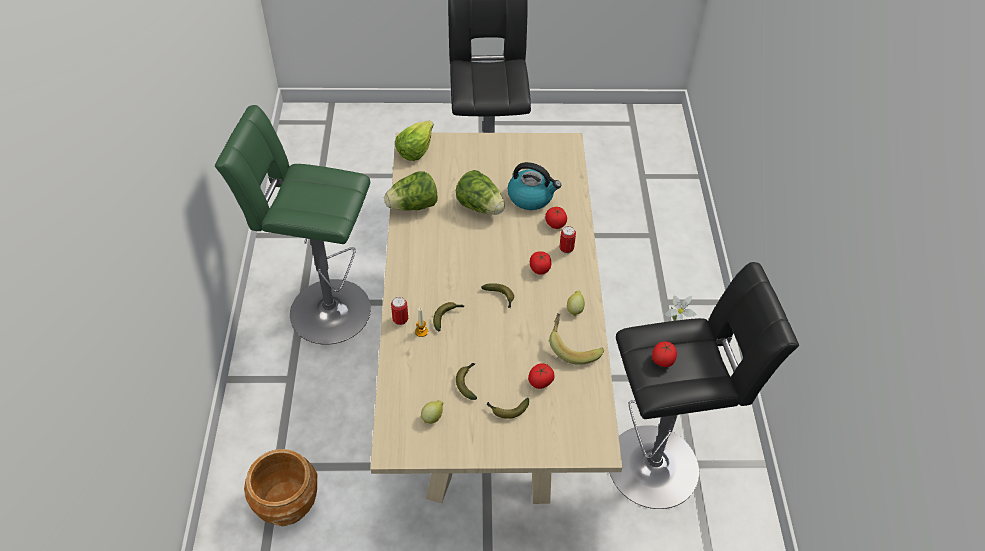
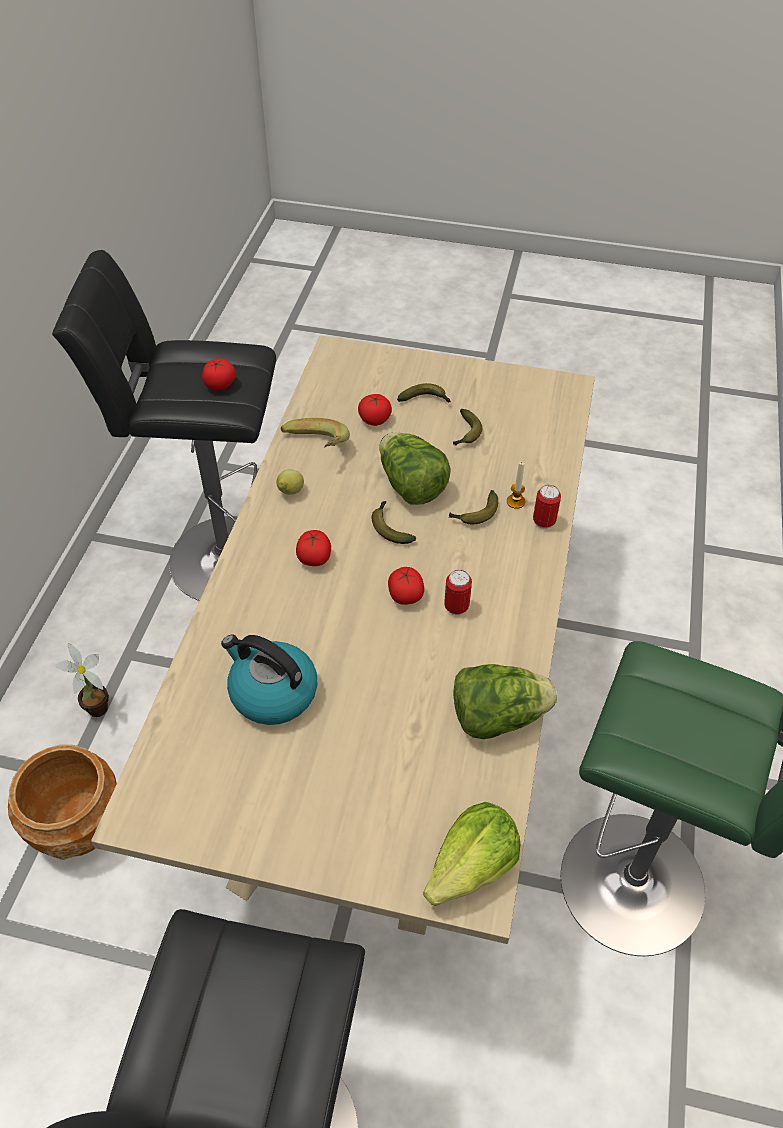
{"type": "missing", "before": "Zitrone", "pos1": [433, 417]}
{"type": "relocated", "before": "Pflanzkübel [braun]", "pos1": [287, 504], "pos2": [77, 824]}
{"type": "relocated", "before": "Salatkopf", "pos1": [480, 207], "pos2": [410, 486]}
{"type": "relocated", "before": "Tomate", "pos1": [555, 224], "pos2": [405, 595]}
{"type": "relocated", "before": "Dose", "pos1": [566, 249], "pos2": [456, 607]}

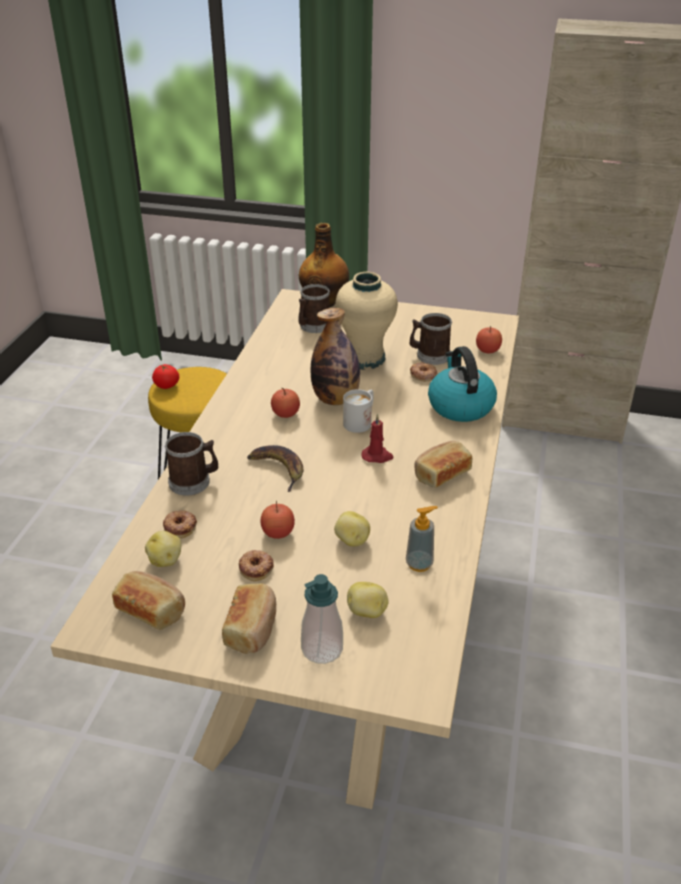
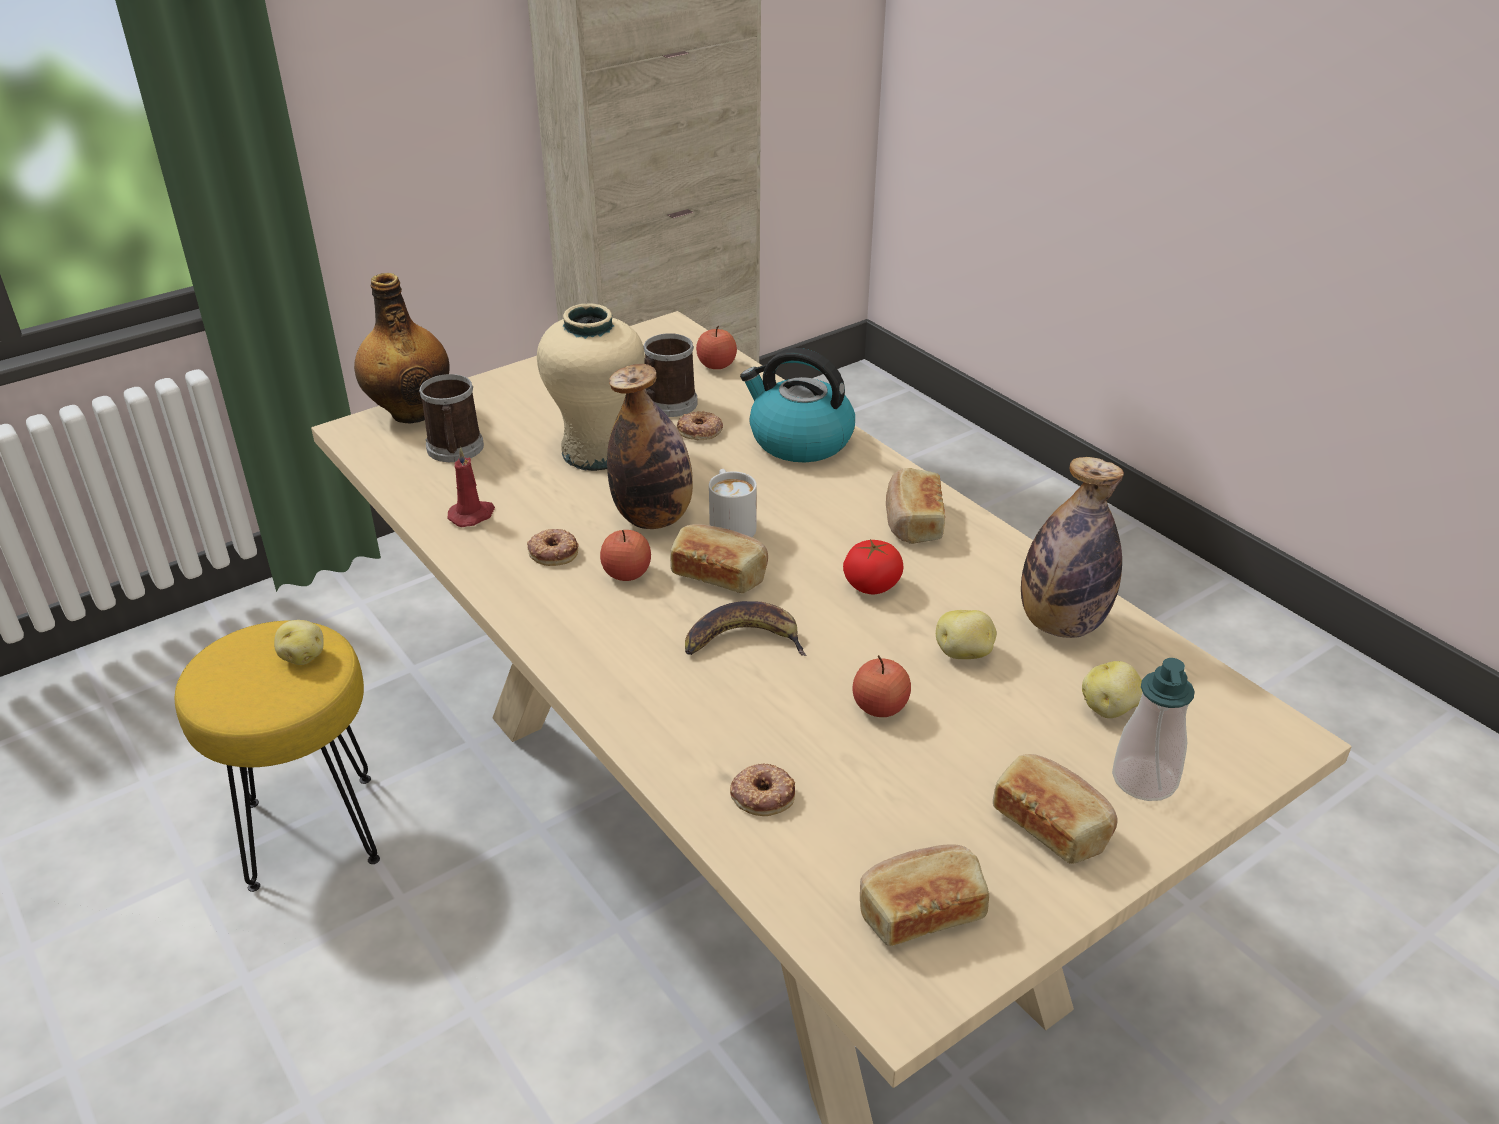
{"type": "missing", "before": "Henkelbecher", "pos1": [194, 481]}
{"type": "appeared", "after": "Brot", "pos2": [719, 574]}
{"type": "relocated", "before": "Kartoffel", "pos1": [166, 560], "pos2": [303, 656]}
{"type": "relocated", "before": "Tomate", "pos1": [167, 385], "pos2": [872, 586]}
{"type": "relocated", "before": "Donut", "pos1": [256, 568], "pos2": [553, 551]}
{"type": "relocated", "before": "Kerze [rot]", "pos1": [377, 456], "pos2": [472, 515]}
{"type": "exchanged", "before": "Seifenspender", "after": "Flasche", "pos1": [419, 563], "pos2": [1061, 624]}

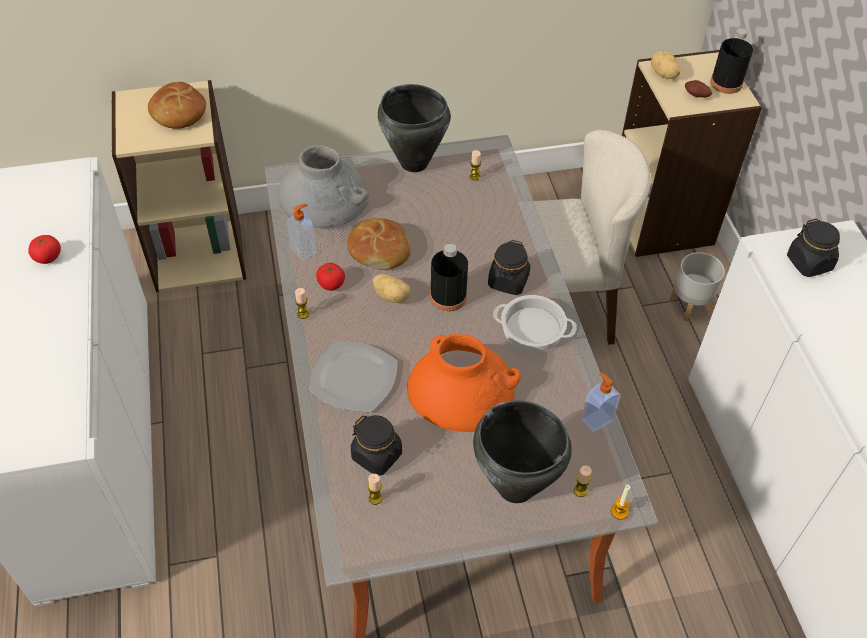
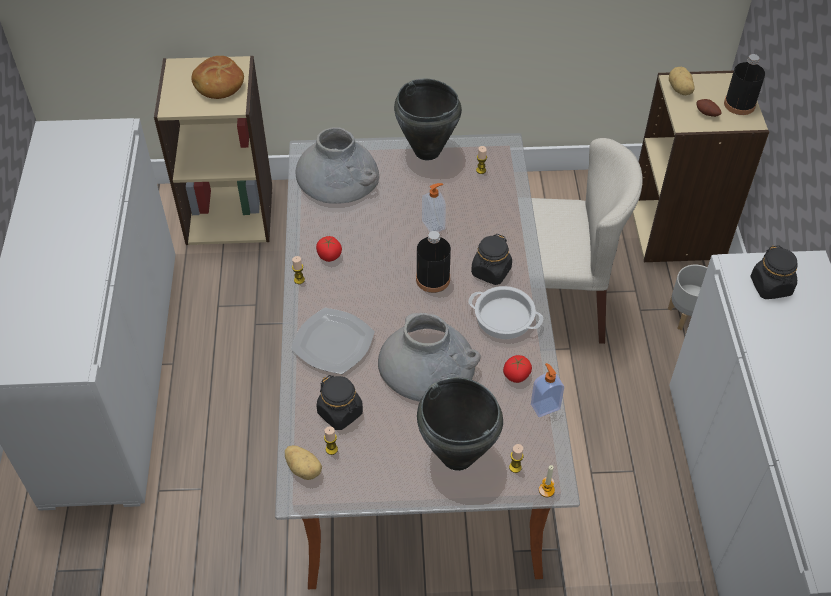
{"type": "missing", "before": "Brot", "pos1": [379, 250]}
{"type": "relocated", "before": "Tomate", "pos1": [48, 257], "pos2": [516, 375]}
{"type": "relocated", "before": "Seifenspender", "pos1": [304, 250], "pos2": [434, 225]}
{"type": "relocated", "before": "Kartoffel", "pos1": [392, 296], "pos2": [304, 468]}
{"type": "colour", "before": "Vase [orange]", "after": "Vase [grau]", "pos1": [461, 389], "pos2": [426, 364]}

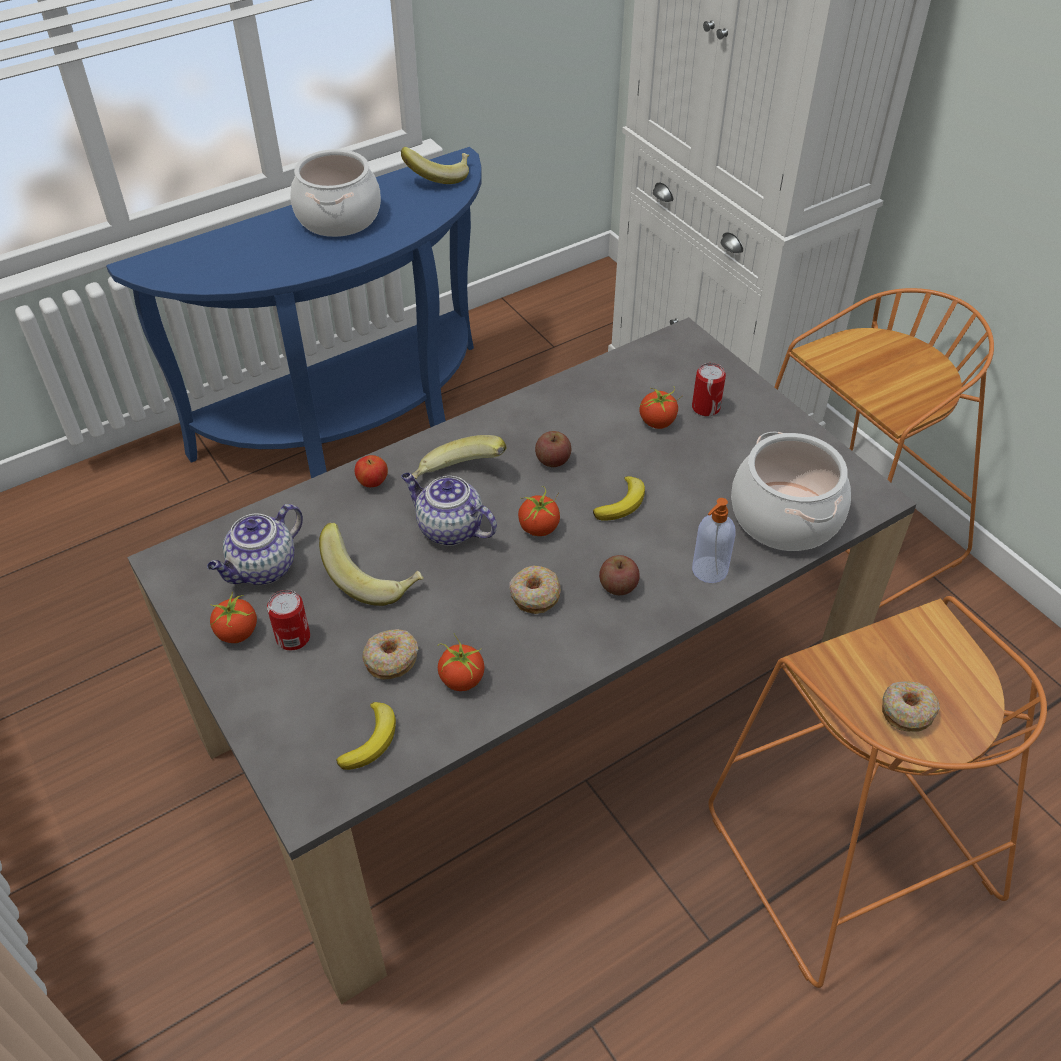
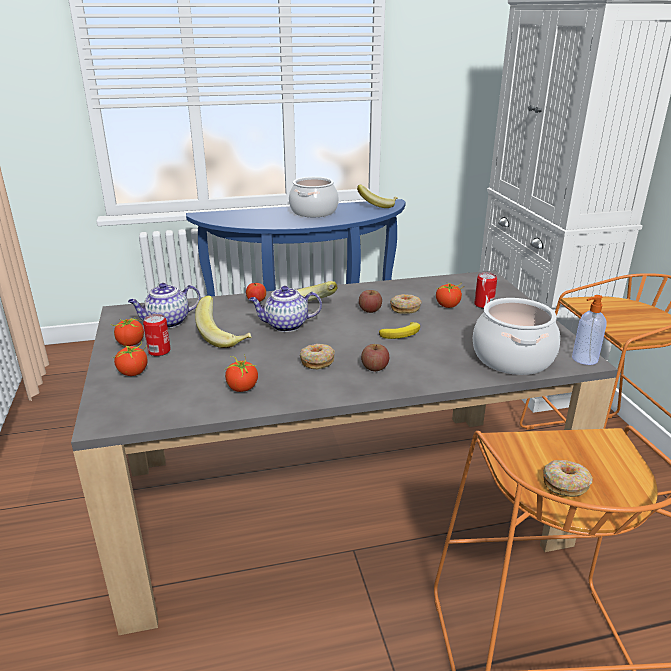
{"type": "missing", "before": "Banane", "pos1": [371, 740]}
{"type": "relocated", "before": "Donut", "pos1": [391, 659], "pos2": [405, 308]}
{"type": "relocated", "before": "Tomate", "pos1": [539, 528], "pos2": [133, 372]}
{"type": "relocated", "before": "Seifenspender", "pos1": [708, 571], "pos2": [584, 359]}
{"type": "spun", "before": "Teekanne", "pos1": [448, 529], "pos2": [285, 325], "turn": -60}

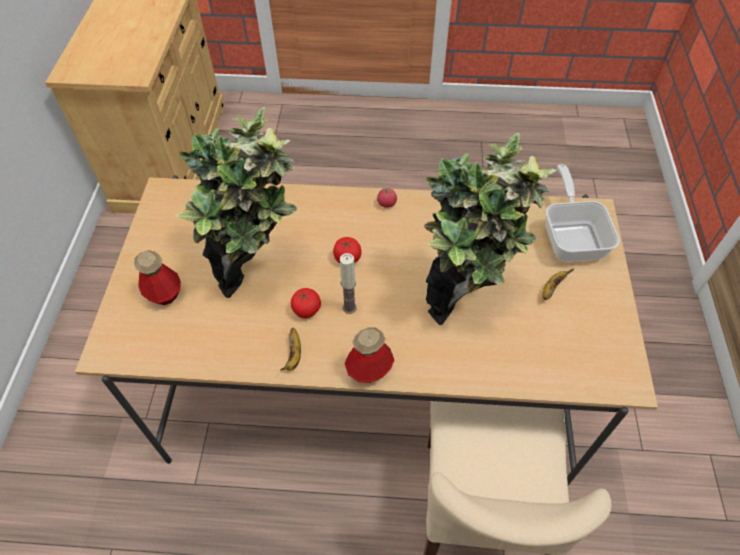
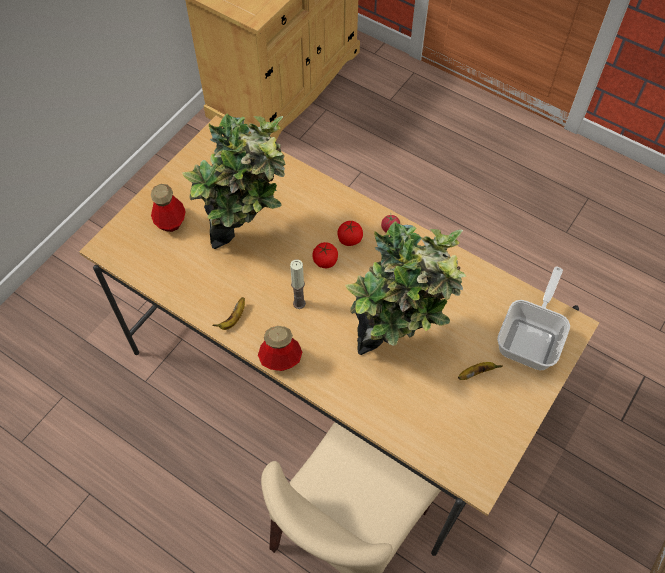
{"type": "relocated", "before": "Tomate", "pos1": [306, 310], "pos2": [349, 239]}

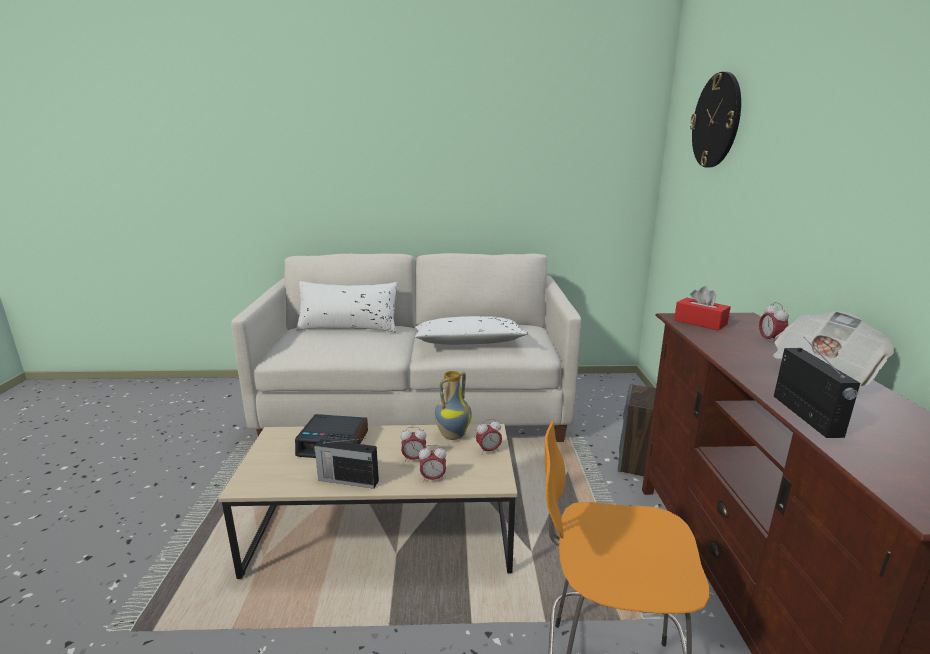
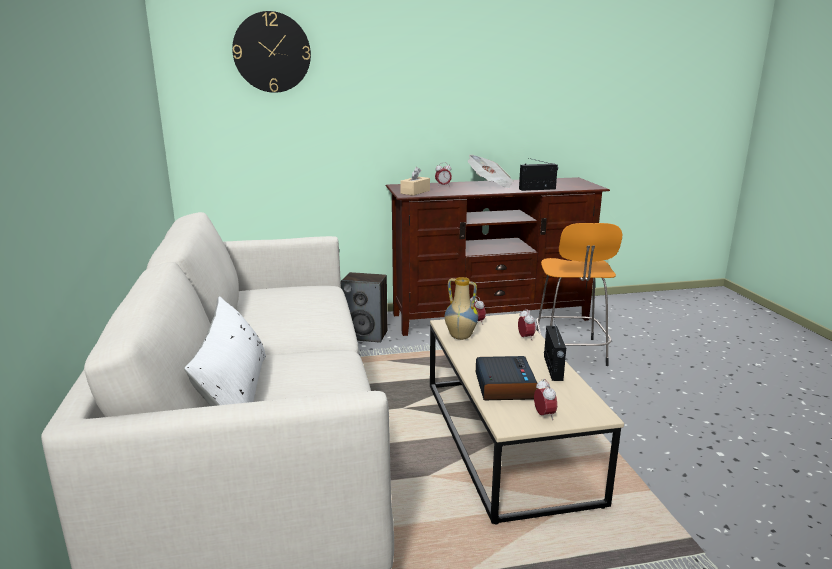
{"type": "missing", "before": "Kissen [weiß]", "pos1": [469, 342]}
{"type": "relocated", "before": "Wecker", "pos1": [414, 459], "pos2": [544, 415]}
{"type": "colour", "before": "Taschentuchbox [rot]", "after": "Taschentuchbox [beige]", "pos1": [700, 322], "pos2": [415, 192]}

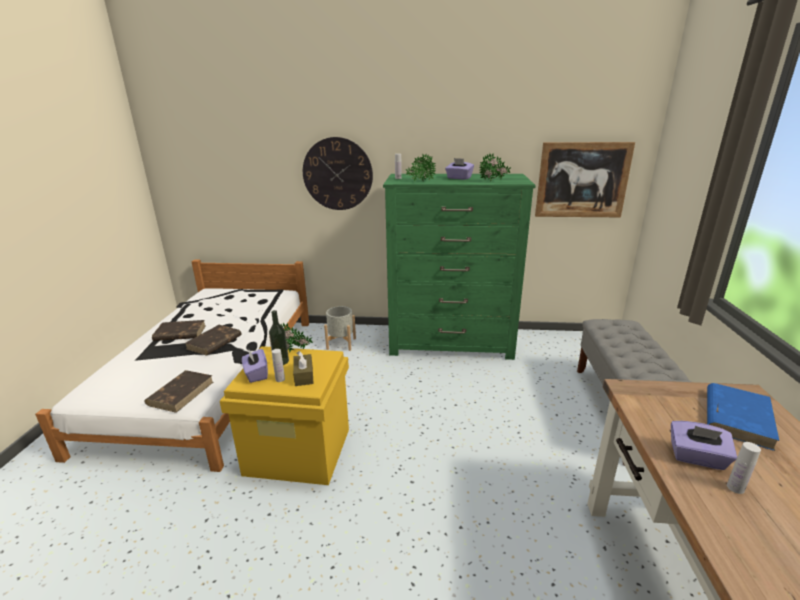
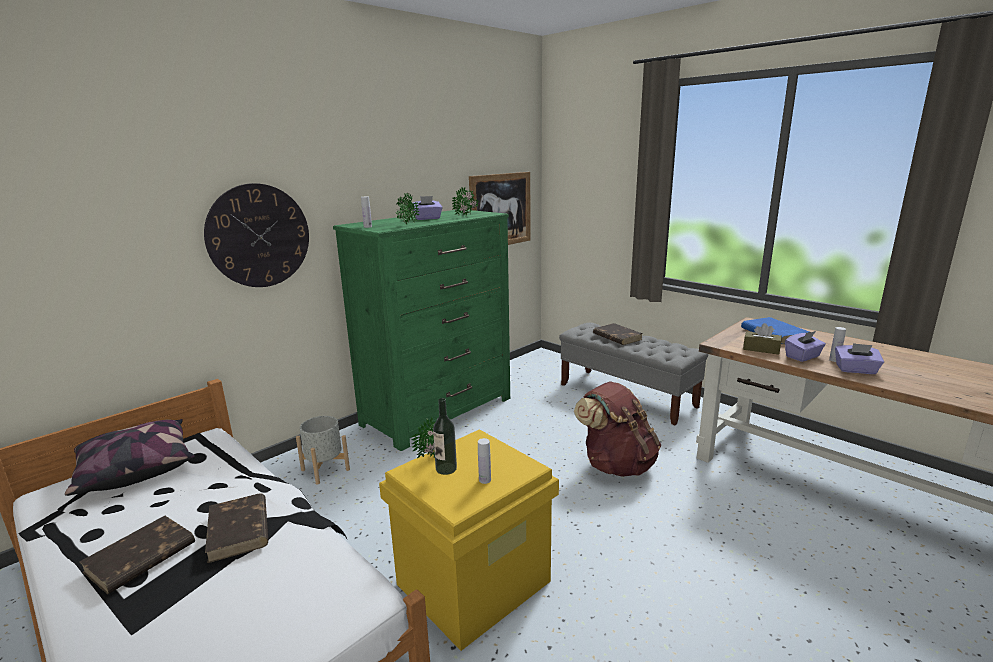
{"type": "appeared", "after": "Kissen", "pos2": [135, 469]}
{"type": "appeared", "after": "Rucksack [braun]", "pos2": [616, 464]}
{"type": "relocated", "before": "Buch [braun]", "pos1": [181, 393], "pos2": [617, 336]}
{"type": "relocated", "before": "Taschentuchbox [lila]", "pos1": [256, 374], "pos2": [856, 370]}
{"type": "relocated", "before": "Taschentuchbox [braun]", "pos1": [304, 375], "pos2": [761, 349]}

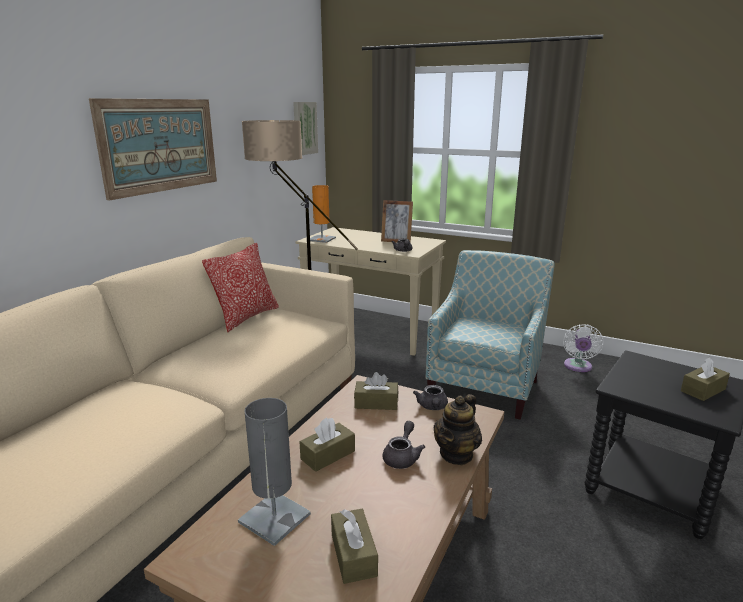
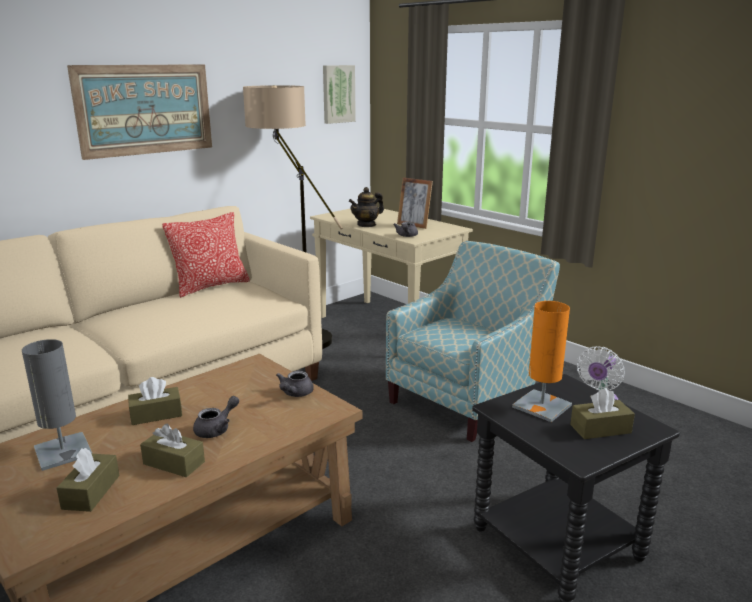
{"type": "relocated", "before": "Tischlampe [orange]", "pos1": [322, 239], "pos2": [542, 406]}
{"type": "relocated", "before": "Taschentuchbox [braun]", "pos1": [376, 403], "pos2": [174, 463]}
{"type": "relocated", "before": "Teekanne", "pos1": [456, 454], "pos2": [366, 225]}

